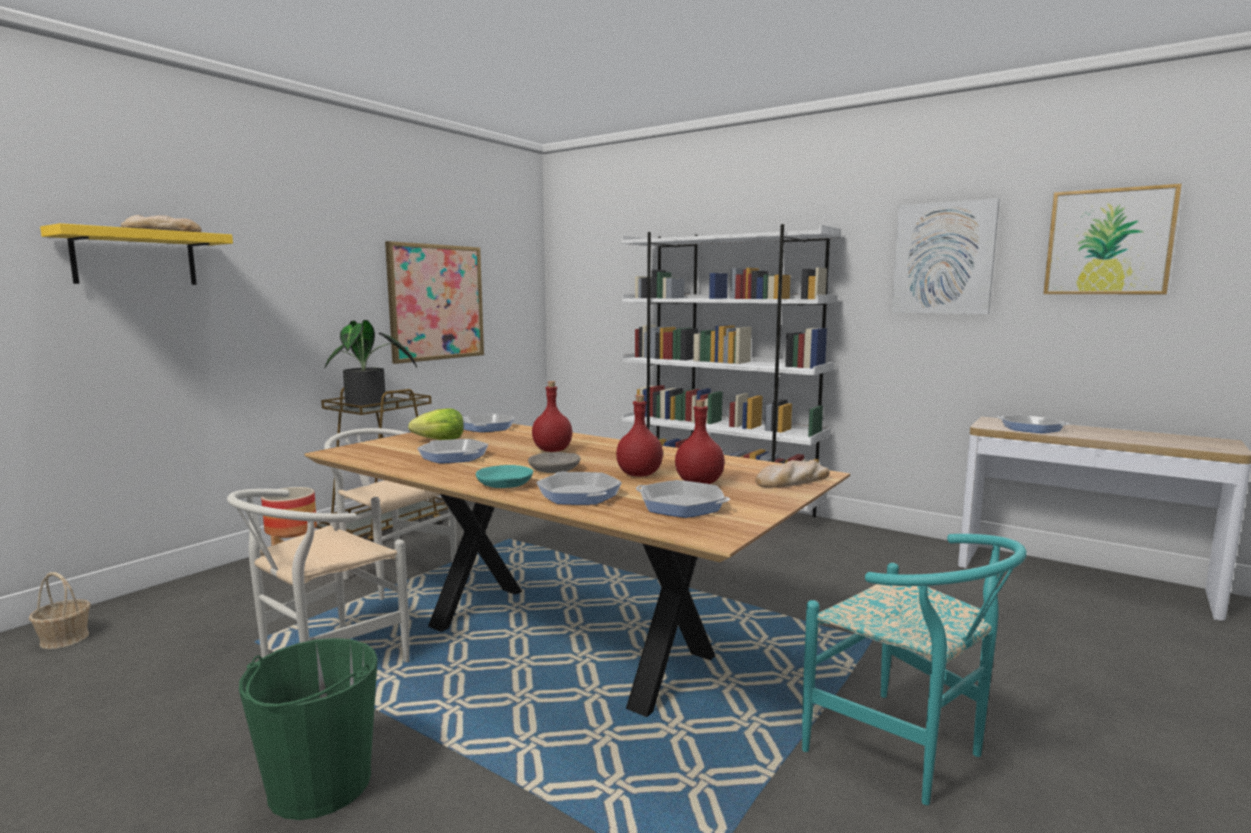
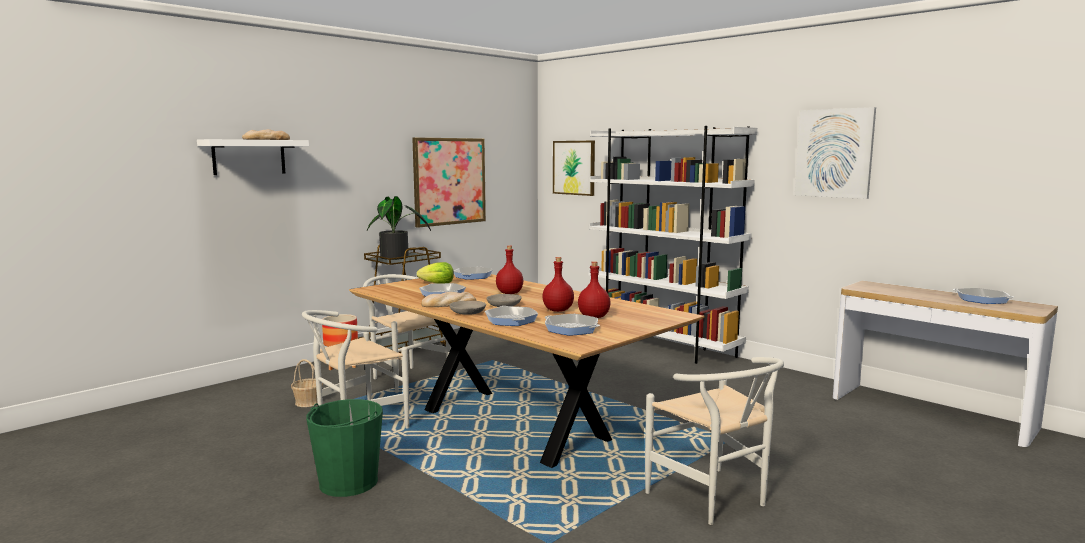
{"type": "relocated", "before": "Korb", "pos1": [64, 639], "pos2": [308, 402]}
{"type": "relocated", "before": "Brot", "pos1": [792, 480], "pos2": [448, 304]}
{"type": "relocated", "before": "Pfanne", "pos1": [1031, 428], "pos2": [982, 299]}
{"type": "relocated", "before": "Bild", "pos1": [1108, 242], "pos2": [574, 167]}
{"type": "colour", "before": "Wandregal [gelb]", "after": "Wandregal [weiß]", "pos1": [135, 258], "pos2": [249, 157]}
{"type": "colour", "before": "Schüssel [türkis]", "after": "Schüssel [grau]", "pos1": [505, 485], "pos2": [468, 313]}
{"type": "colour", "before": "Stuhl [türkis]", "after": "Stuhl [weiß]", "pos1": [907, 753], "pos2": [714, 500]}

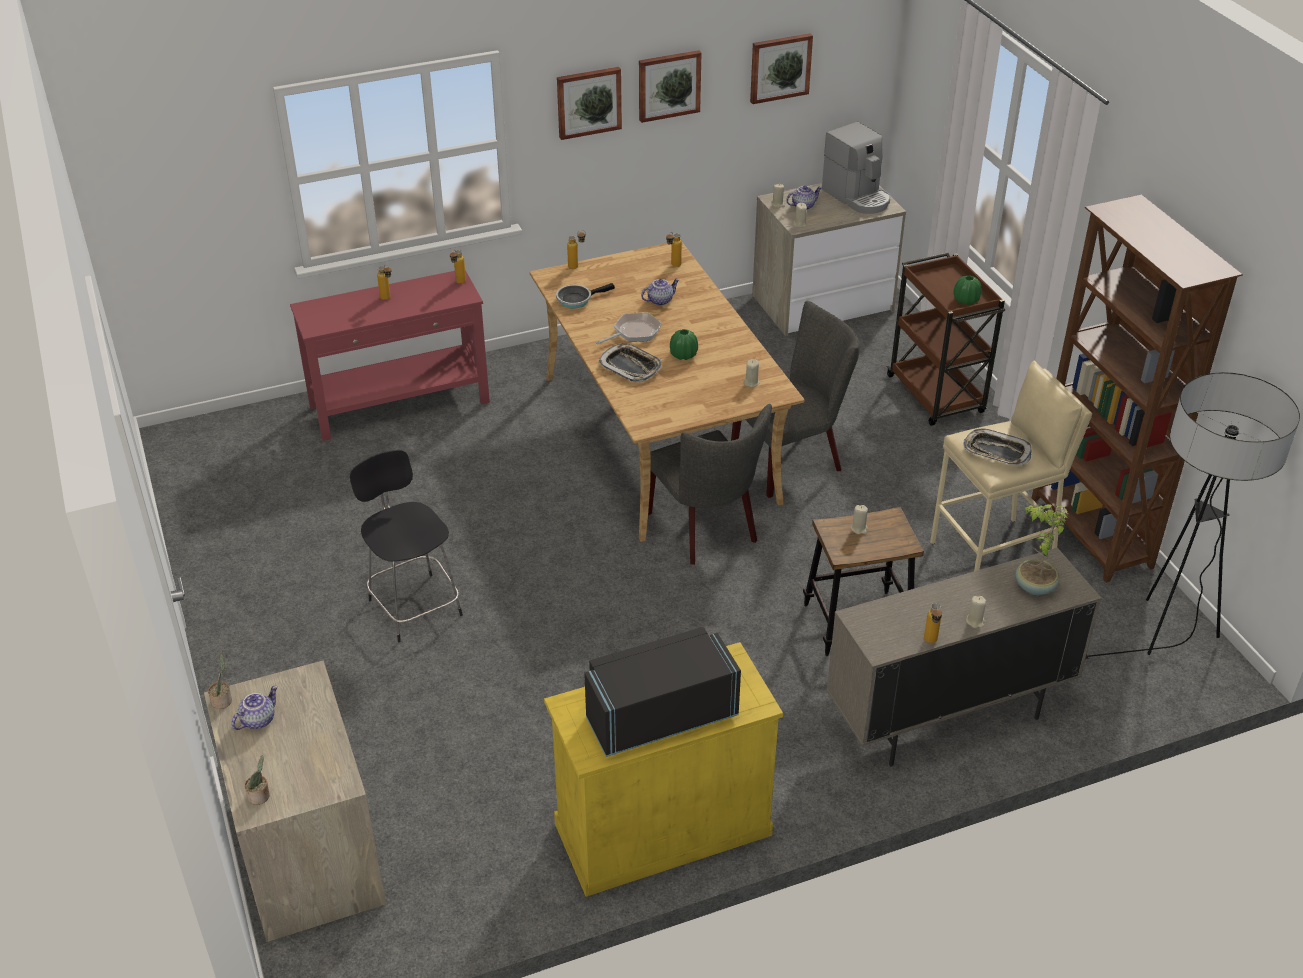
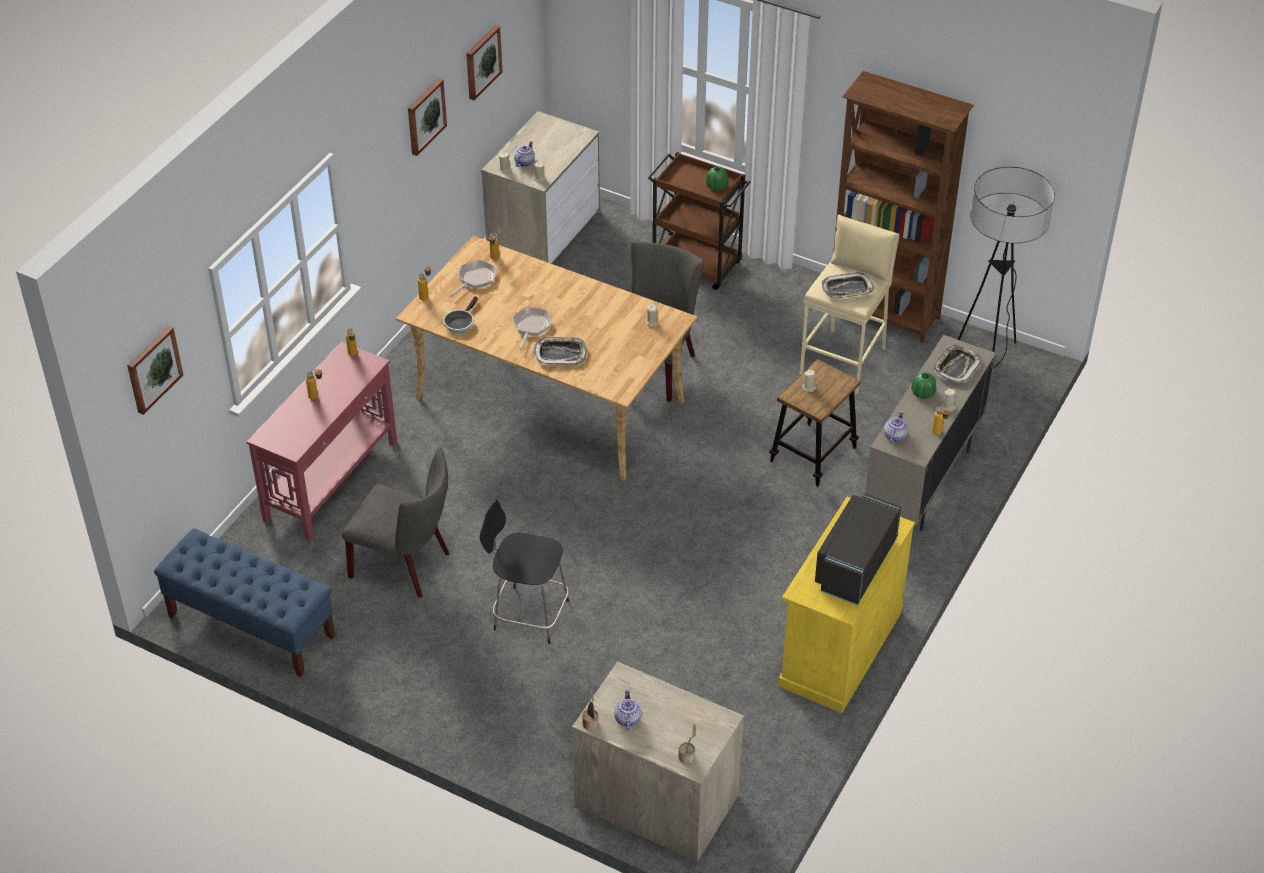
{"type": "missing", "before": "Kaffeemaschine", "pos1": [857, 197]}
{"type": "appeared", "after": "Bank [blau]", "pos2": [251, 626]}
{"type": "appeared", "after": "Pfanne", "pos2": [475, 279]}
{"type": "relocated", "before": "Bild", "pos1": [588, 102], "pos2": [153, 369]}
{"type": "relocated", "before": "Teekanne", "pos1": [660, 300], "pos2": [894, 436]}
{"type": "relocated", "before": "Stuhl [grau]", "pos1": [706, 530], "pos2": [406, 565]}
{"type": "relocated", "before": "Vase [grün]", "pos1": [683, 355], "pos2": [923, 393]}
{"type": "exchanged", "before": "Topfpflanze", "after": "Tablett", "pos1": [1034, 586], "pos2": [956, 367]}

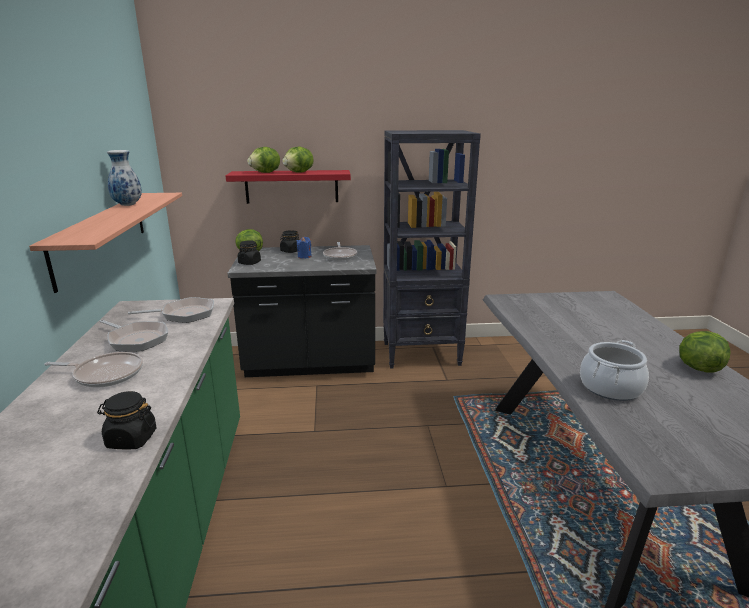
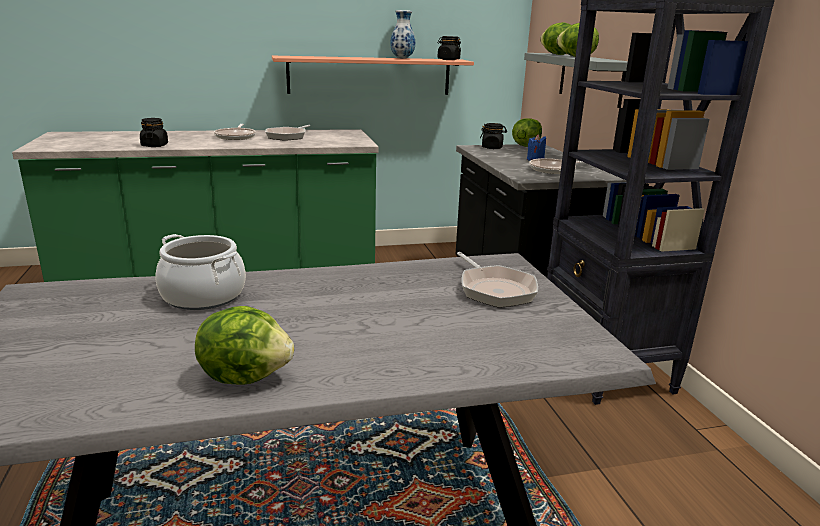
{"type": "relocated", "before": "Pfanne", "pos1": [184, 314], "pos2": [494, 289]}
{"type": "relocated", "before": "Vorratsglas [schwarz]", "pos1": [290, 251], "pos2": [448, 60]}
{"type": "colour", "before": "Wandregal [rot]", "after": "Wandregal [grau]", "pos1": [291, 186], "pos2": [590, 79]}

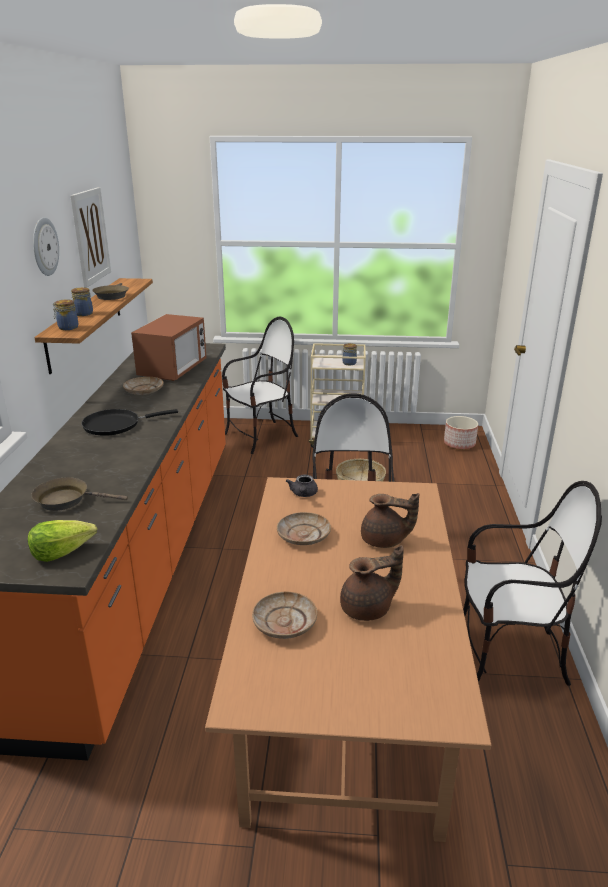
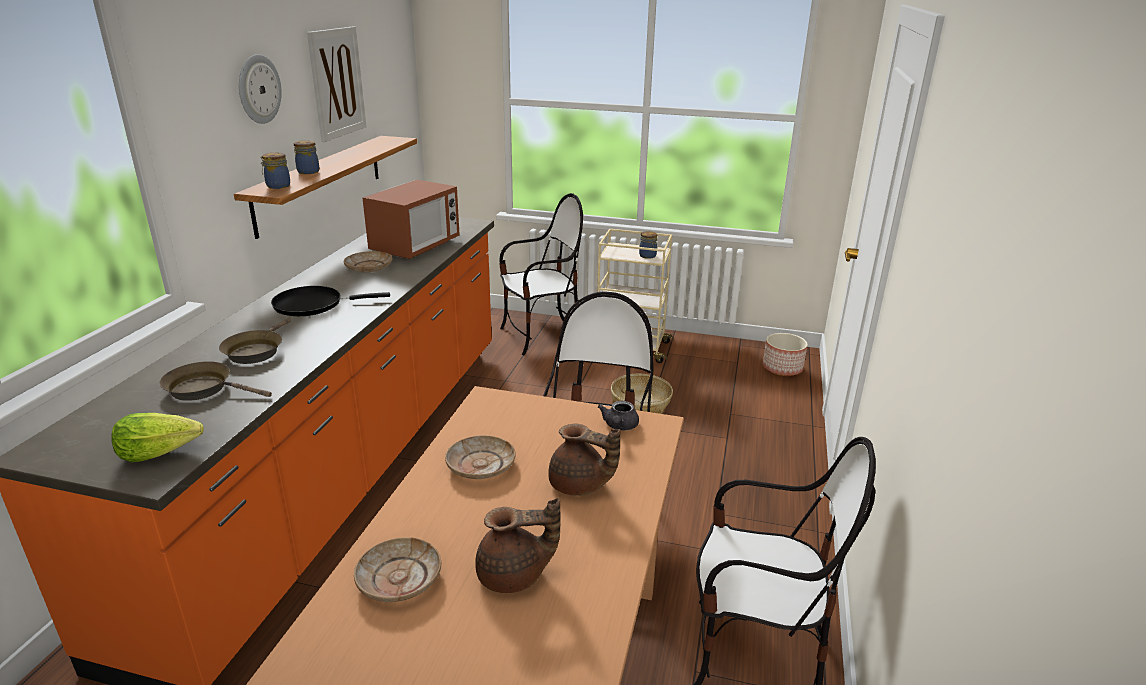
{"type": "relocated", "before": "Pfanne [braun]", "pos1": [112, 295], "pos2": [256, 351]}
{"type": "relocated", "before": "Teekanne [grau]", "pos1": [303, 494], "pos2": [619, 426]}

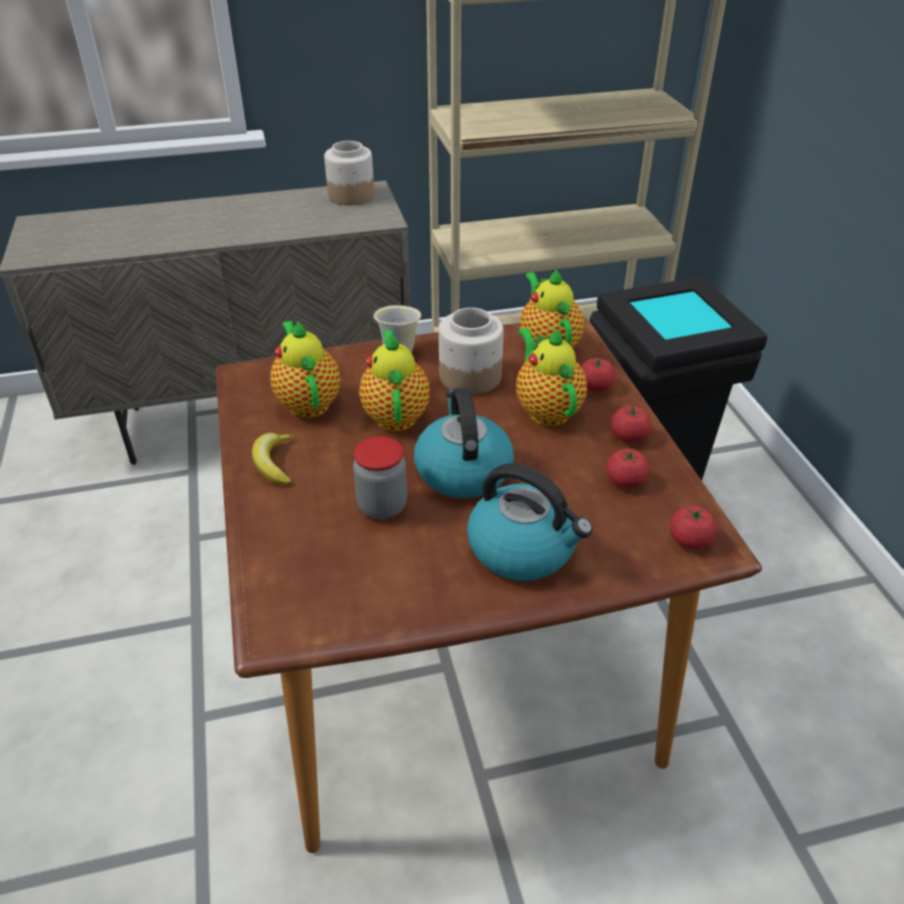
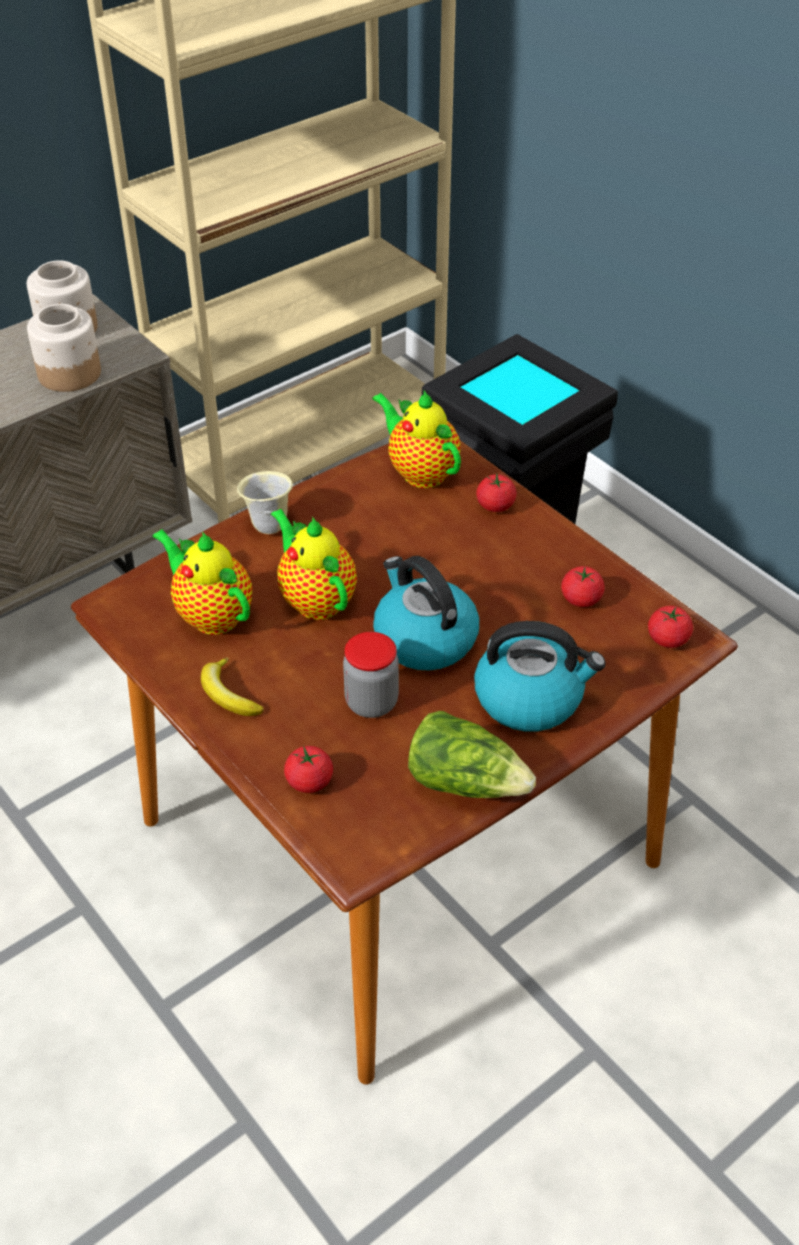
{"type": "missing", "before": "Teekanne", "pos1": [546, 409]}
{"type": "appeared", "after": "Salatkopf", "pos2": [465, 782]}
{"type": "relocated", "before": "Vorratsglas", "pos1": [469, 377], "pos2": [69, 374]}
{"type": "relocated", "before": "Tomate", "pos1": [628, 436], "pos2": [309, 782]}

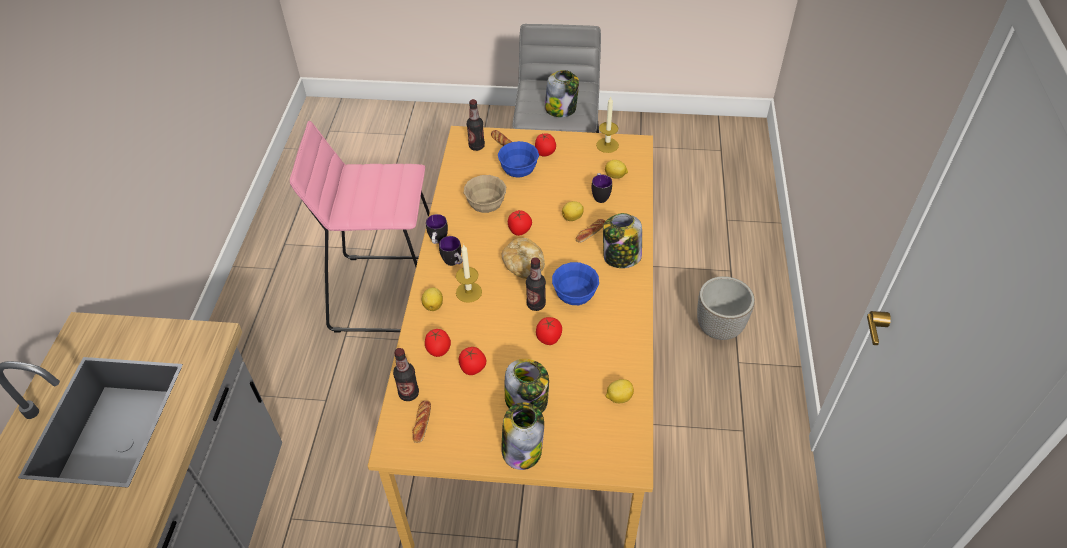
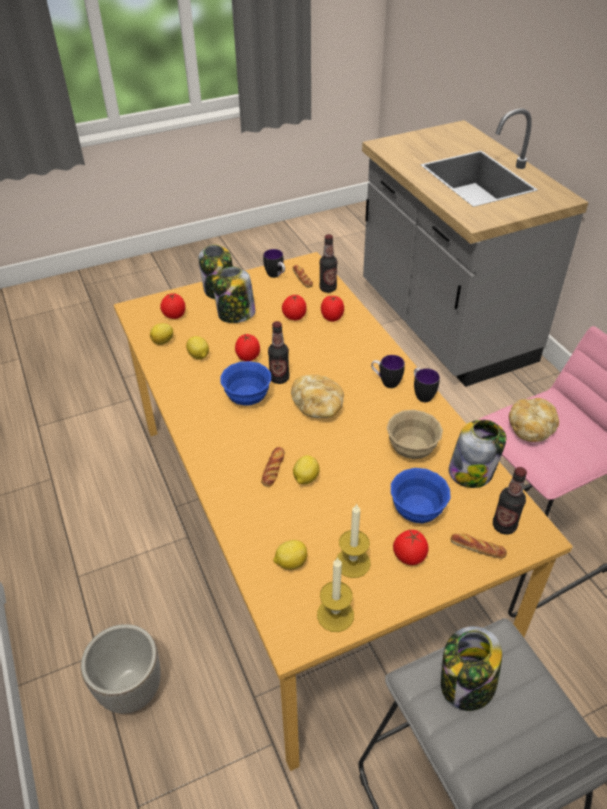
{"type": "appeared", "after": "Brot", "pos2": [531, 428]}
{"type": "relocated", "before": "Zitrone", "pos1": [433, 305], "pos2": [199, 356]}
{"type": "relocated", "before": "Kerze", "pos1": [469, 292], "pos2": [352, 562]}
{"type": "relocated", "before": "Tomate", "pos1": [520, 231], "pos2": [174, 316]}
{"type": "relocated", "before": "Henkelbecher", "pos1": [600, 196], "pos2": [276, 276]}
{"type": "relocated", "before": "Vorratsglas", "pos1": [621, 257], "pos2": [471, 471]}

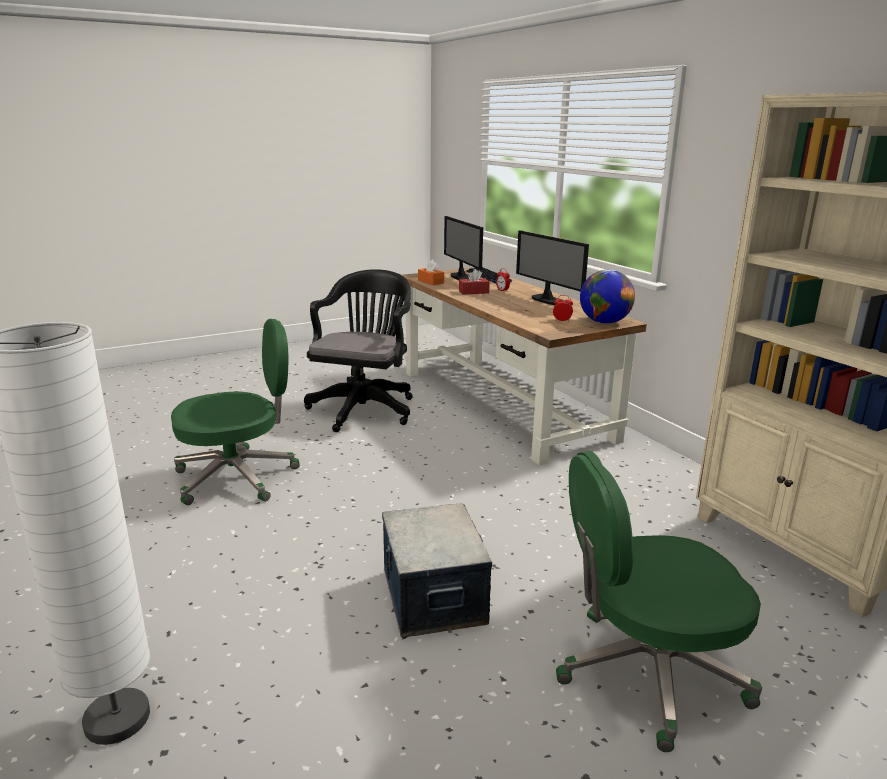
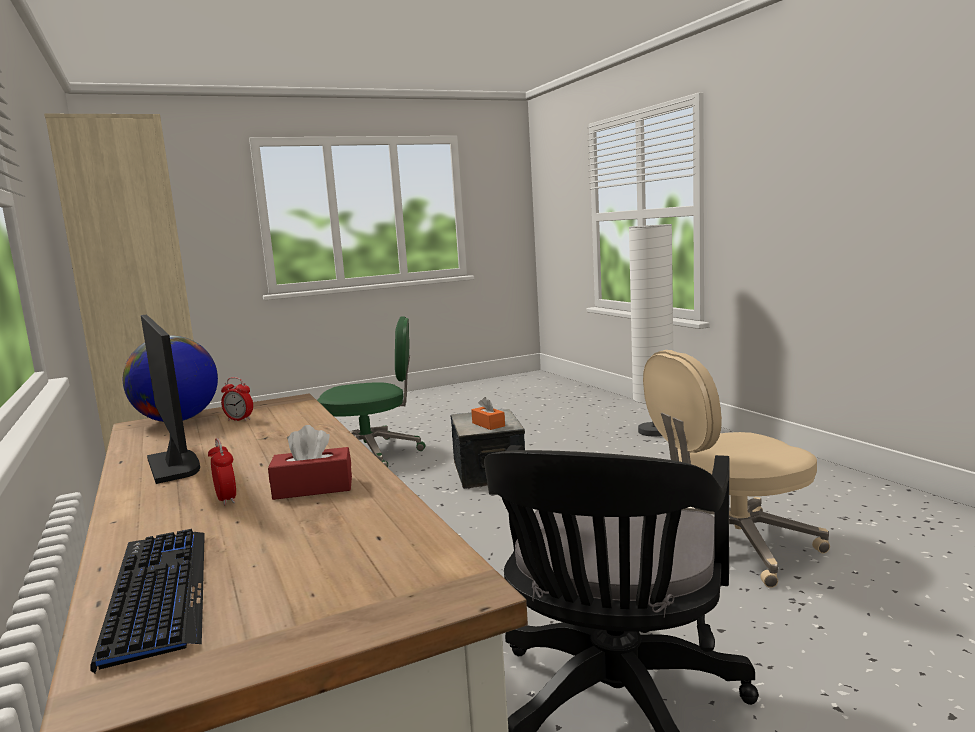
{"type": "missing", "before": "Monitor", "pos1": [461, 277]}
{"type": "relocated", "before": "Taschentuchbox [orange]", "pos1": [430, 282], "pos2": [488, 424]}
{"type": "colour", "before": "Bürostuhl [grün]", "after": "Bürostuhl [beige]", "pos1": [238, 477], "pos2": [732, 547]}

